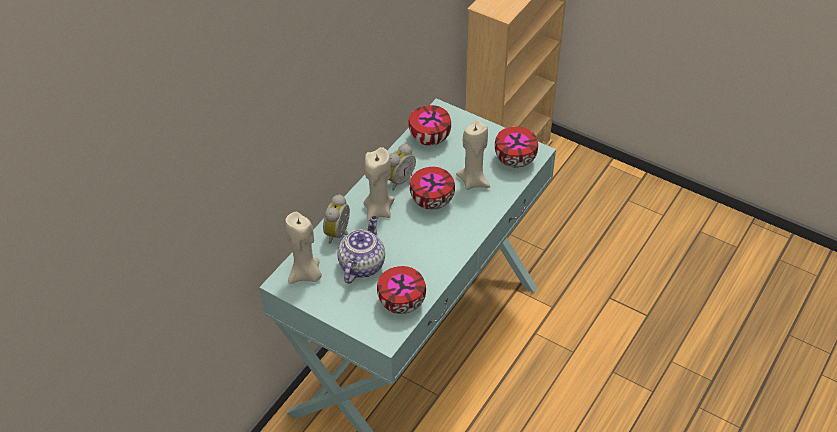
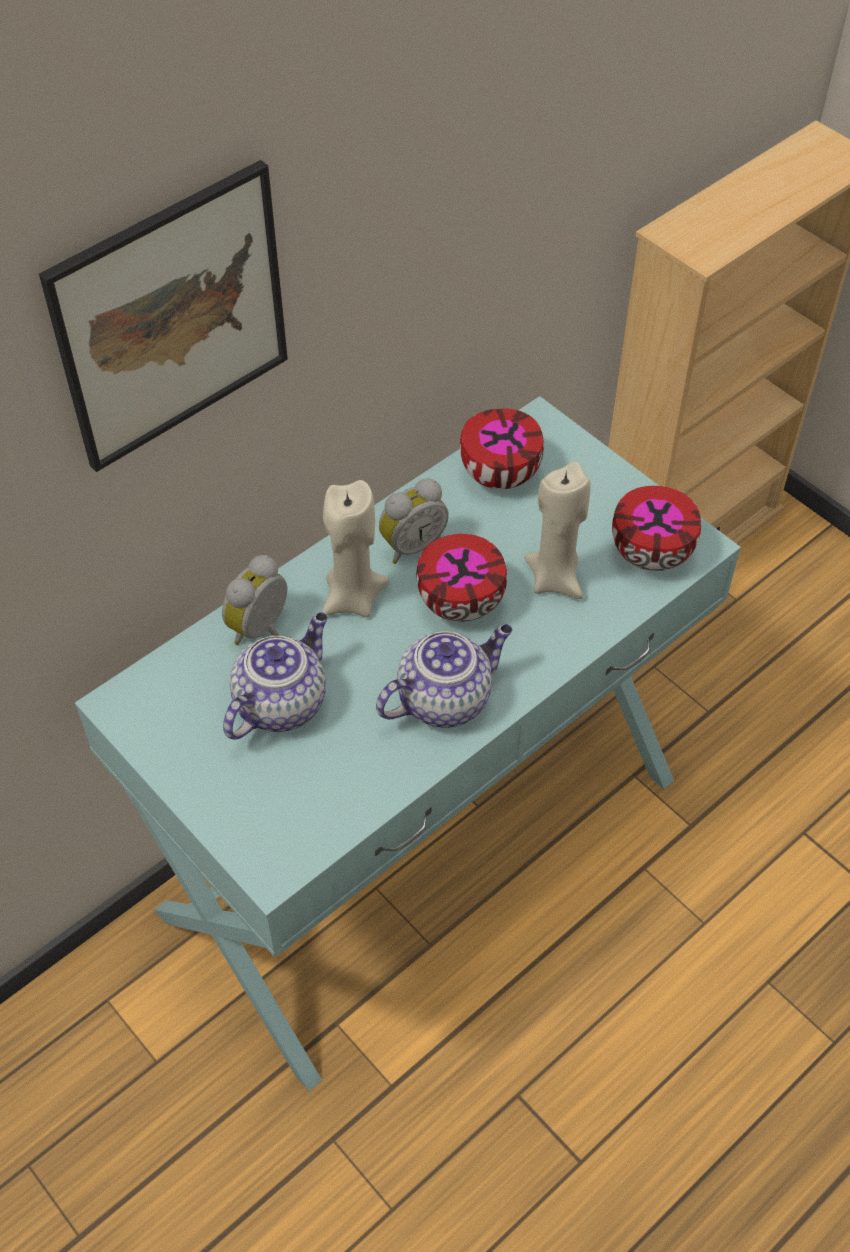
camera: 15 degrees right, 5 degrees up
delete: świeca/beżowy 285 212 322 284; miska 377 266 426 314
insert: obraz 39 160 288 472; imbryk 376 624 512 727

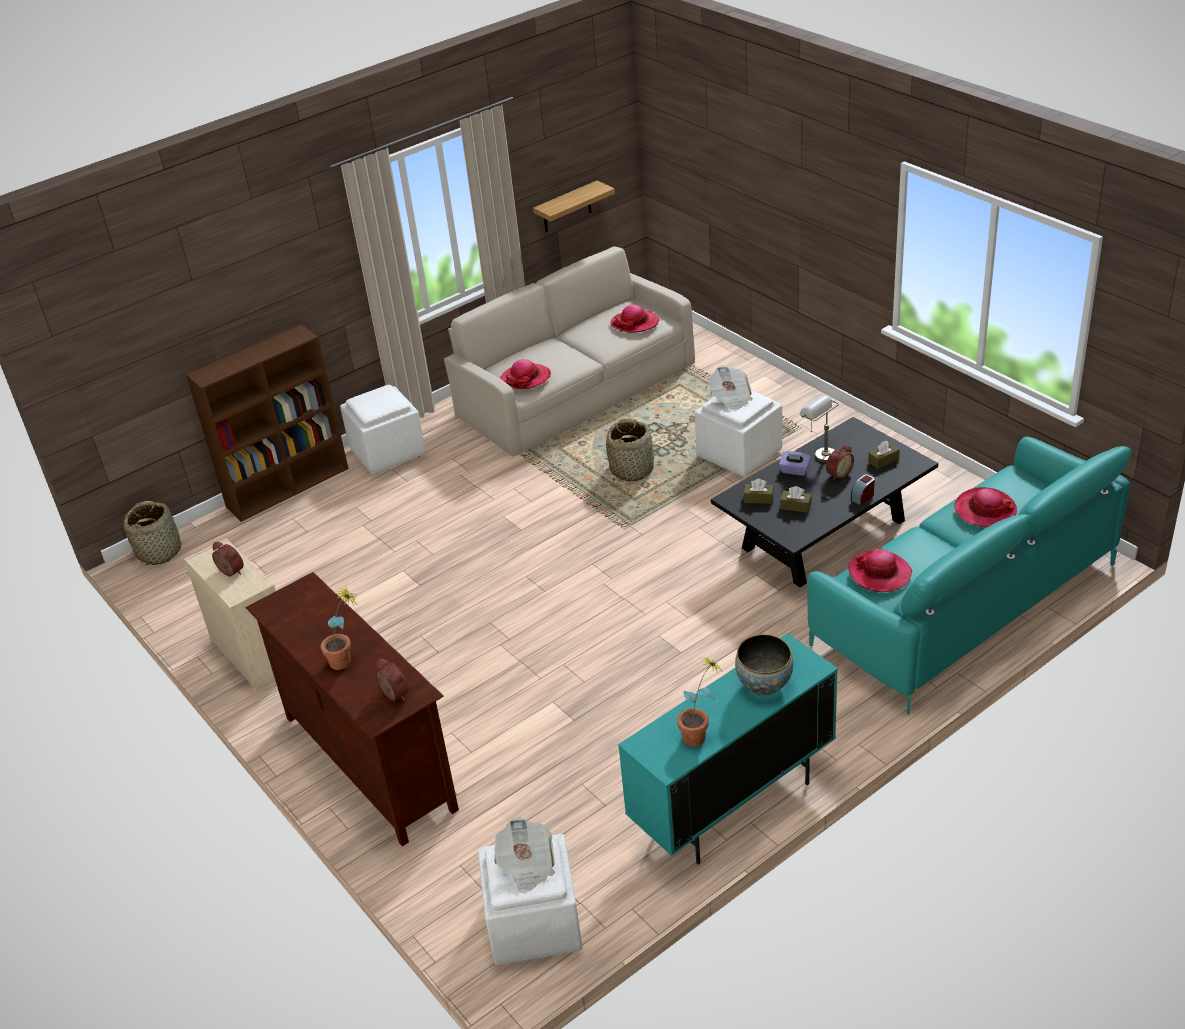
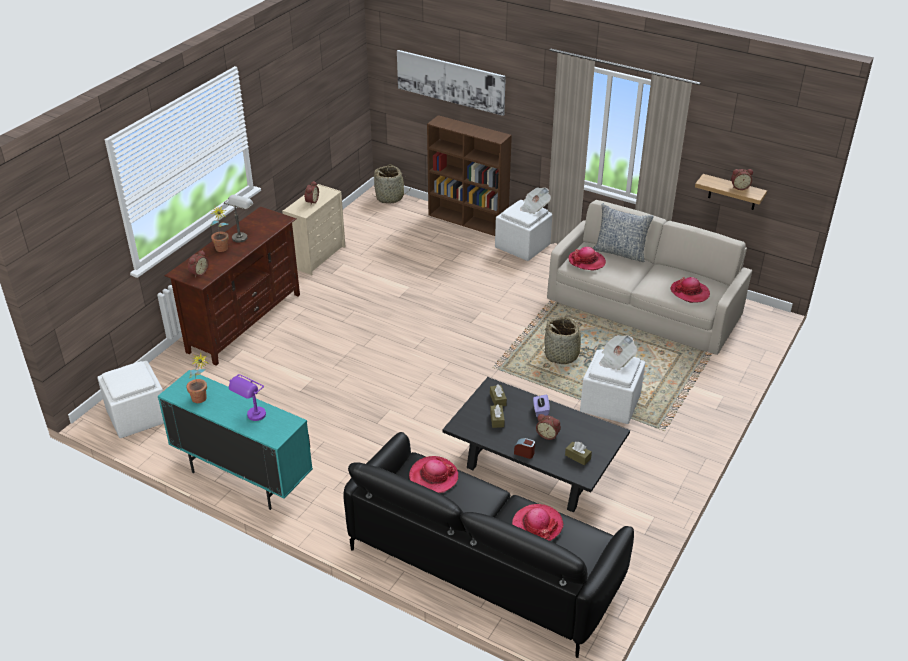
camera: 65 degrees right, 0 degrees up
insert: obraz 397 50 506 116; poduszka 593 204 654 262; budzik 731 169 753 190
move: gazeta 494 817 555 894 to 520 187 551 214; lampa stołowa/szary 800 395 839 463 to 224 195 253 243
replace: miska 735 634 793 696 to lampa stołowa/fioletowy 229 374 266 421
recolor: kanapa/turkusowy 807 436 1131 714 to kanapa/czarny 343 432 634 658

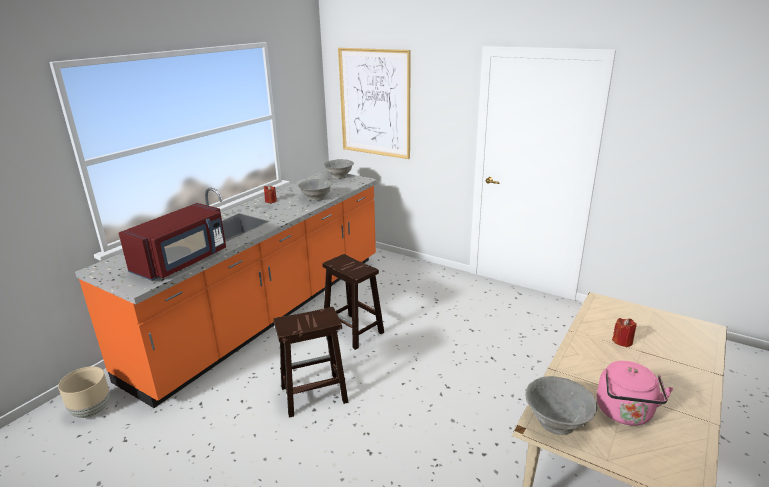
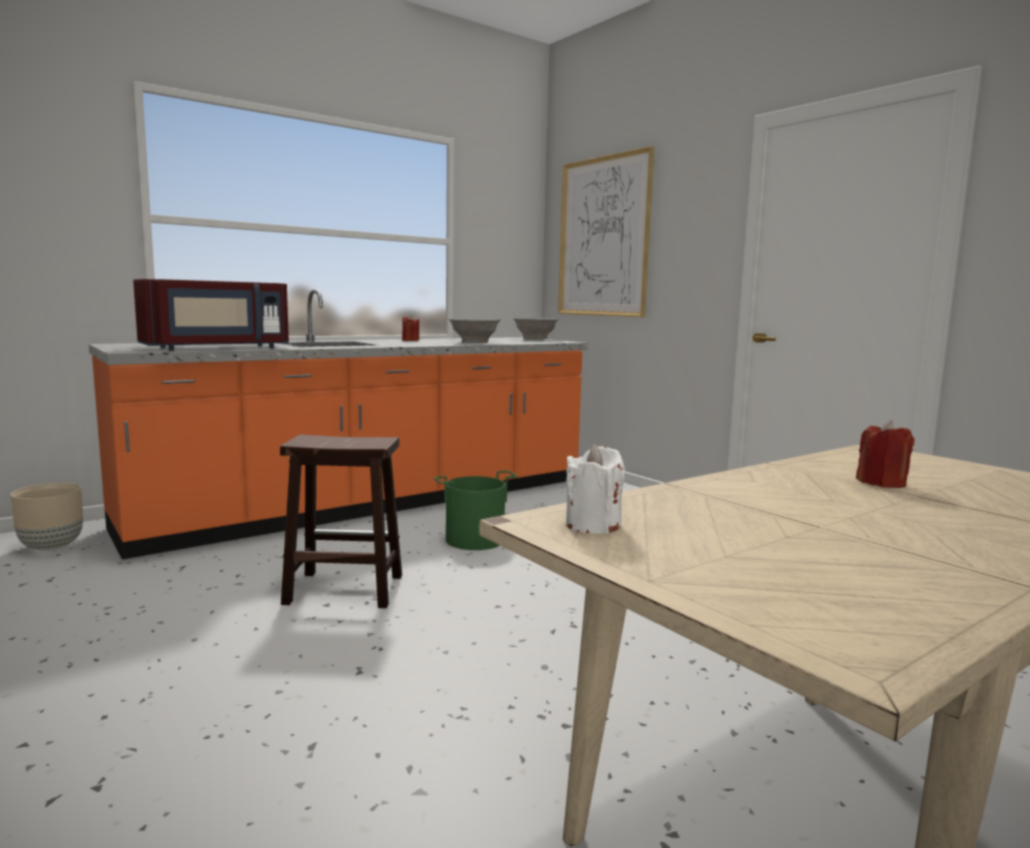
camera: 20 degrees right, 15 degrees down
delete: czajnik/różowy 597 361 673 426
replace: stołek/brązowy 322 254 384 350 to wiadro/zielony 434 471 518 550; miska/szary 525 376 598 435 to świeca/biały 566 444 625 534

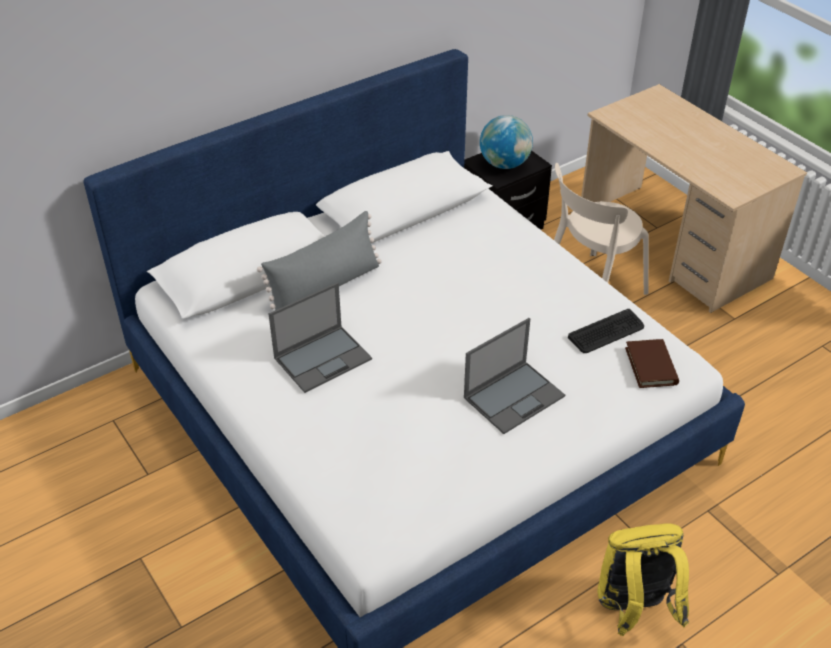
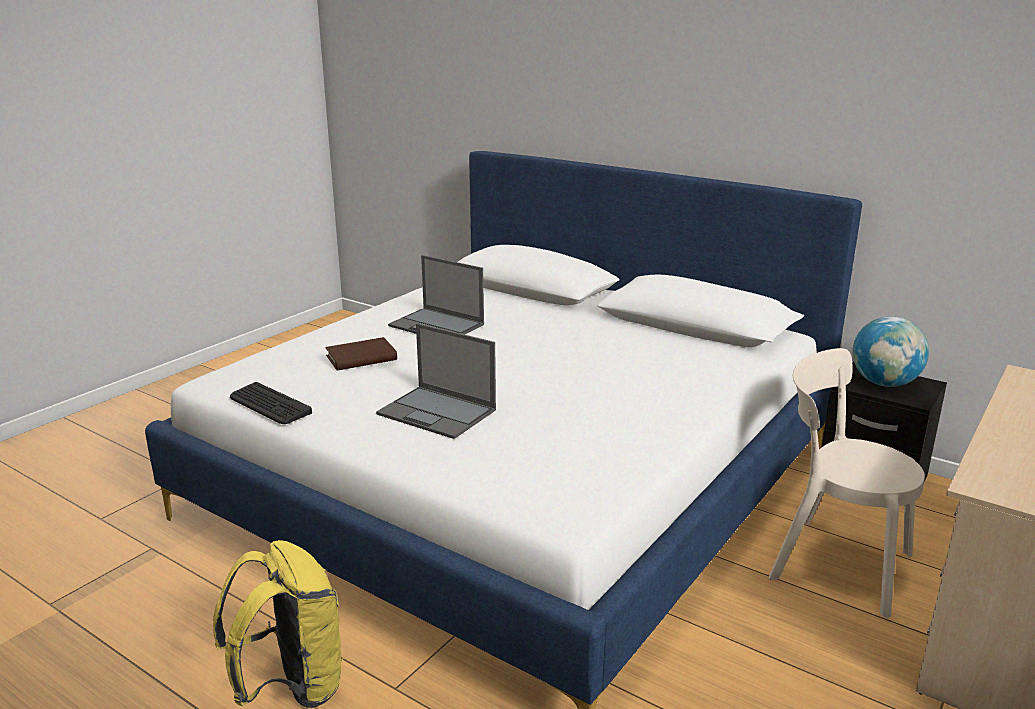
camera: 70 degrees right, 20 degrees down
delete: poduszka/szary 257 211 382 310
move: klawiatura 568 309 644 353 to 230 382 312 424; książka/brązowy 625 339 679 388 to 326 337 397 371

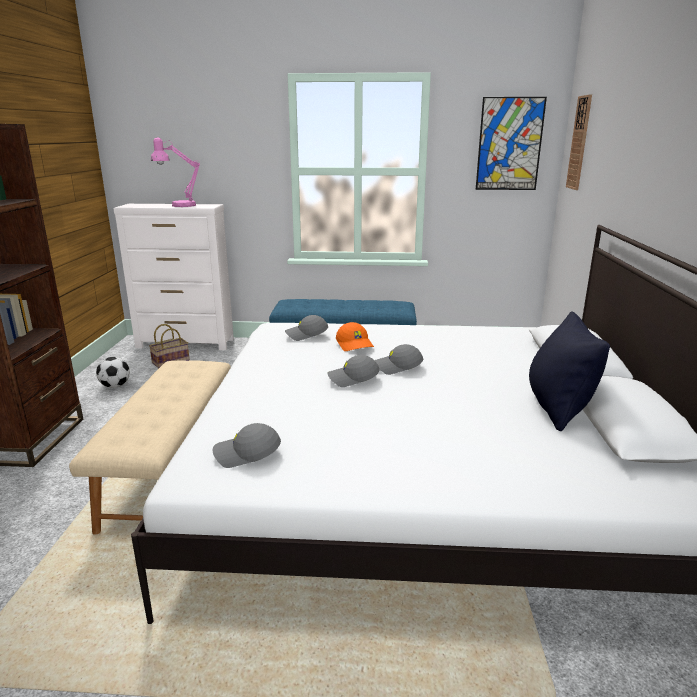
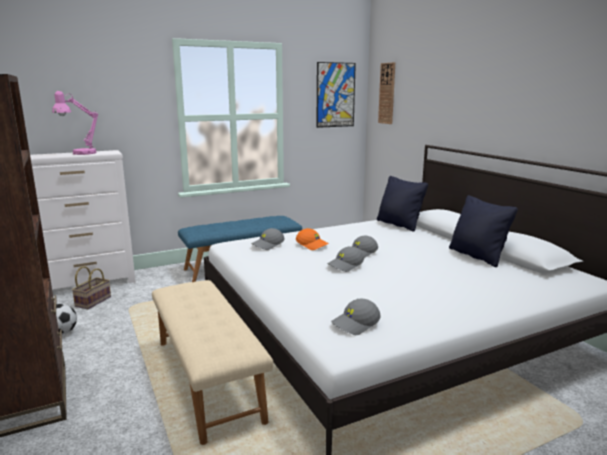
camera: 30 degrees left, 5 degrees down
insert: poduszka/czarny 377 176 428 232

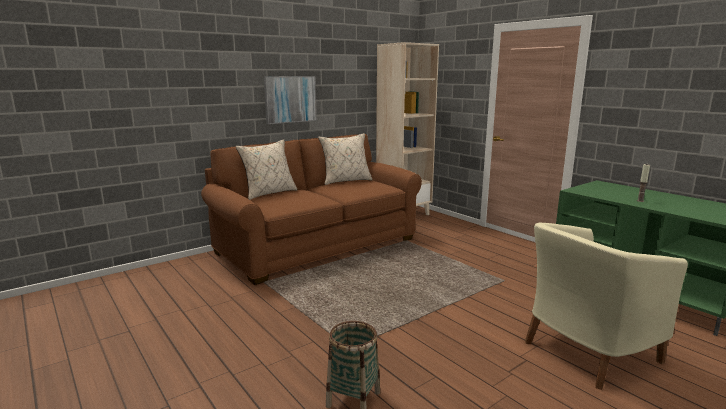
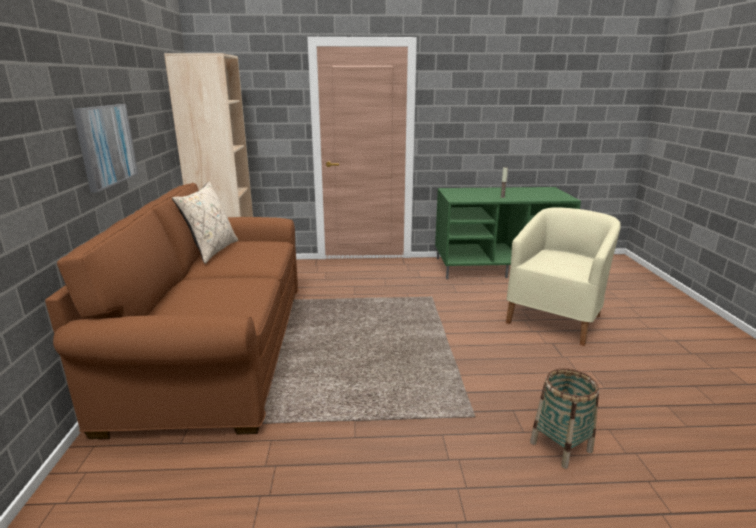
camera: 55 degrees left, 5 degrees up
delete: poduszka/beżowy 235 139 297 200
rotate: fotel/beżowy 525 223 688 390 = 506 207 621 346 150 degrees counterclockwise

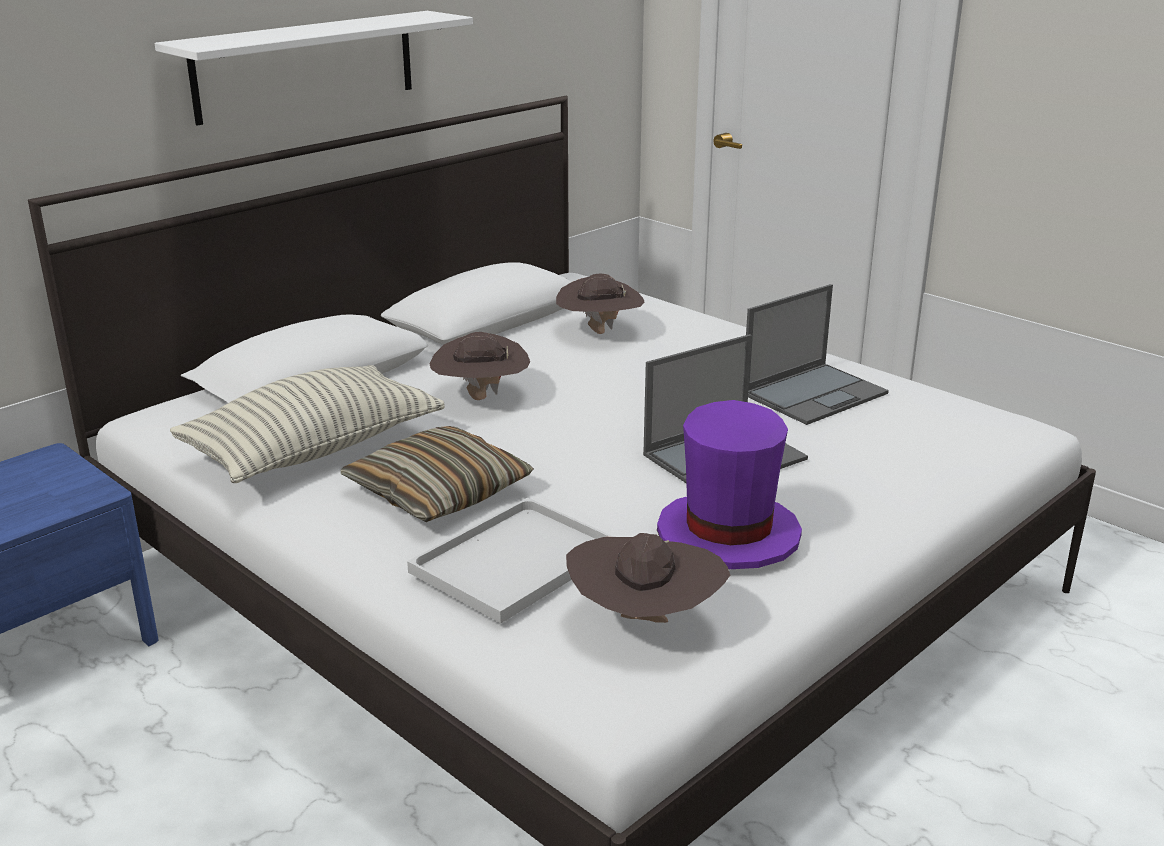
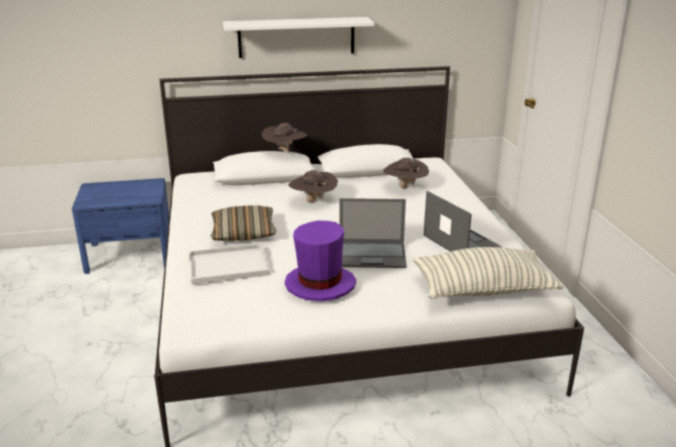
camera: 35 degrees right, 0 degrees up
move: poduszka 170 365 445 483 to 413 247 563 299; kapelusz/brązowy 566 533 730 623 to 261 123 307 152
rotate: laptop 746 284 889 425 = 424 191 502 252 120 degrees counterclockwise

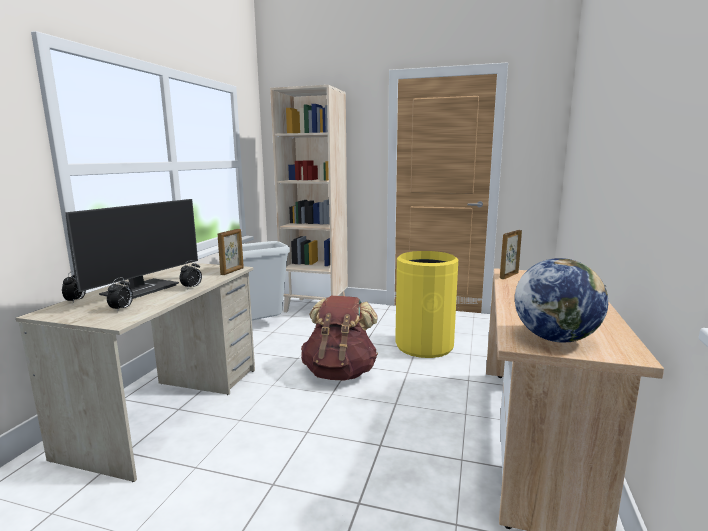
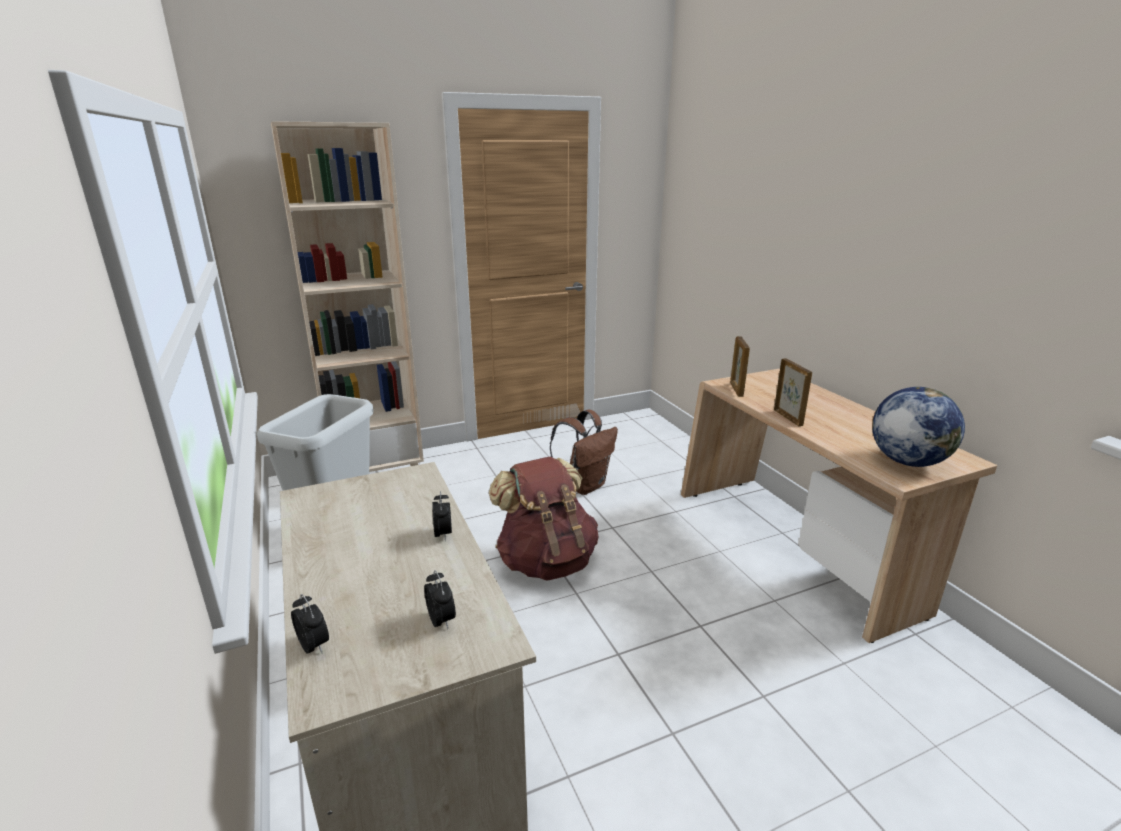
camera: 40 degrees left, 10 degrees up
delete: monitor 65 199 198 299
move: ramka na zdjęcie 218 229 244 275 to 774 358 812 426
replace: kosz na śmieci/żółty 395 251 458 358 to plecak/brązowy 550 410 618 495

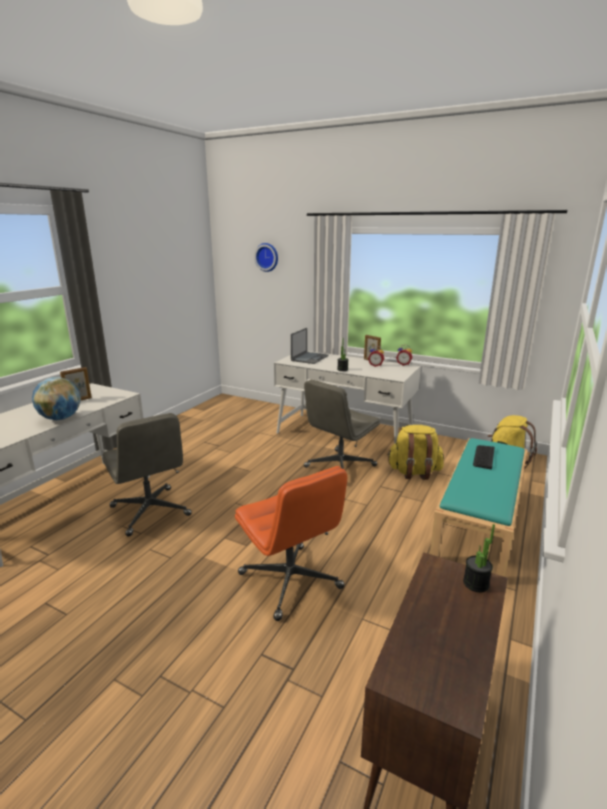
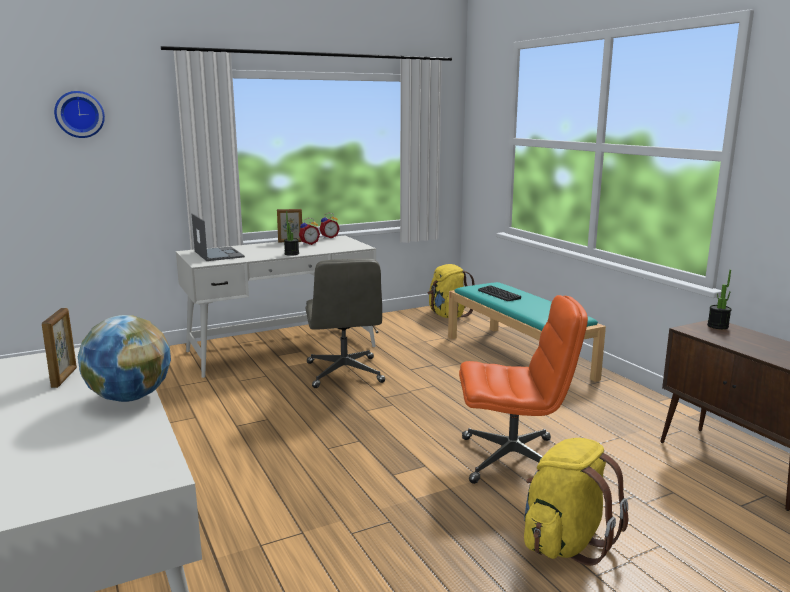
camera: 55 degrees left, 5 degrees down
delete: krzesło biurowe/szary 103 413 192 537
move: plecak/żółty 387 425 444 480 to 524 438 628 566

